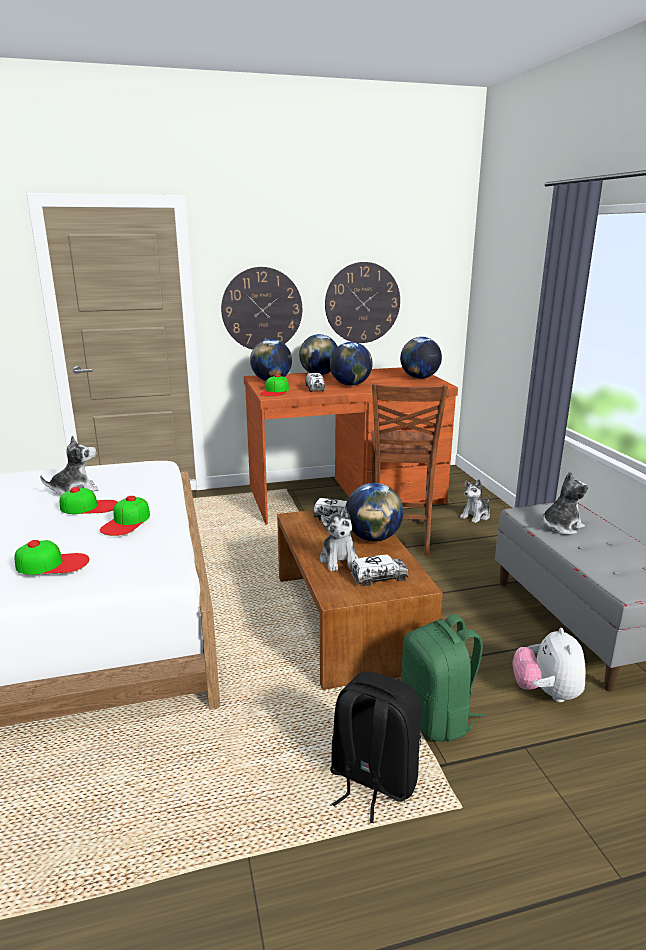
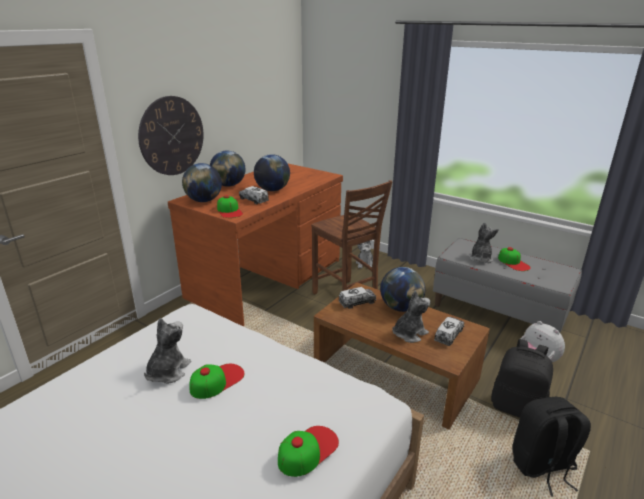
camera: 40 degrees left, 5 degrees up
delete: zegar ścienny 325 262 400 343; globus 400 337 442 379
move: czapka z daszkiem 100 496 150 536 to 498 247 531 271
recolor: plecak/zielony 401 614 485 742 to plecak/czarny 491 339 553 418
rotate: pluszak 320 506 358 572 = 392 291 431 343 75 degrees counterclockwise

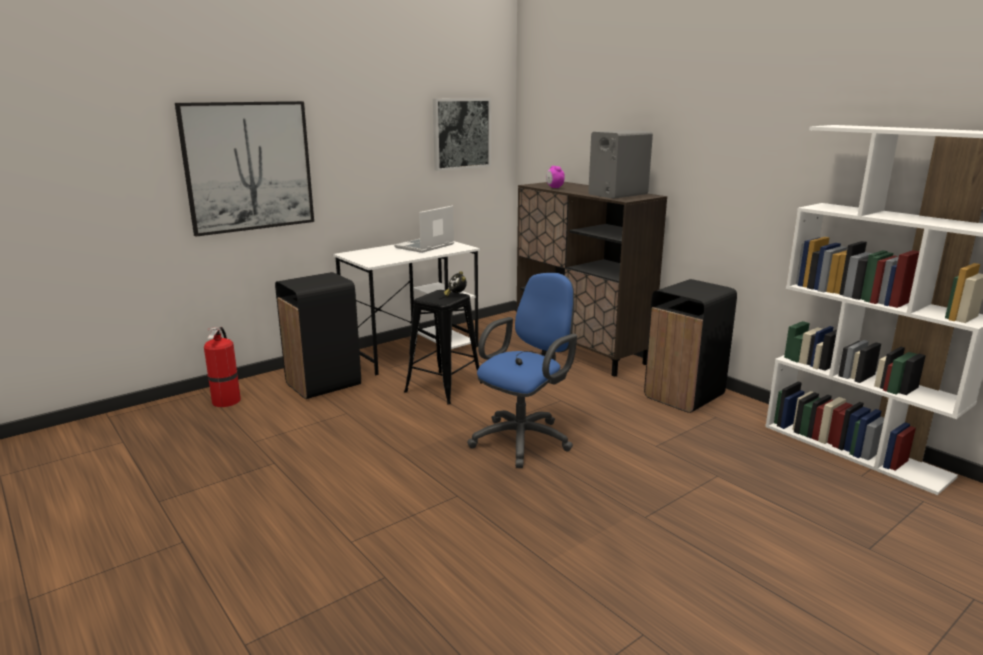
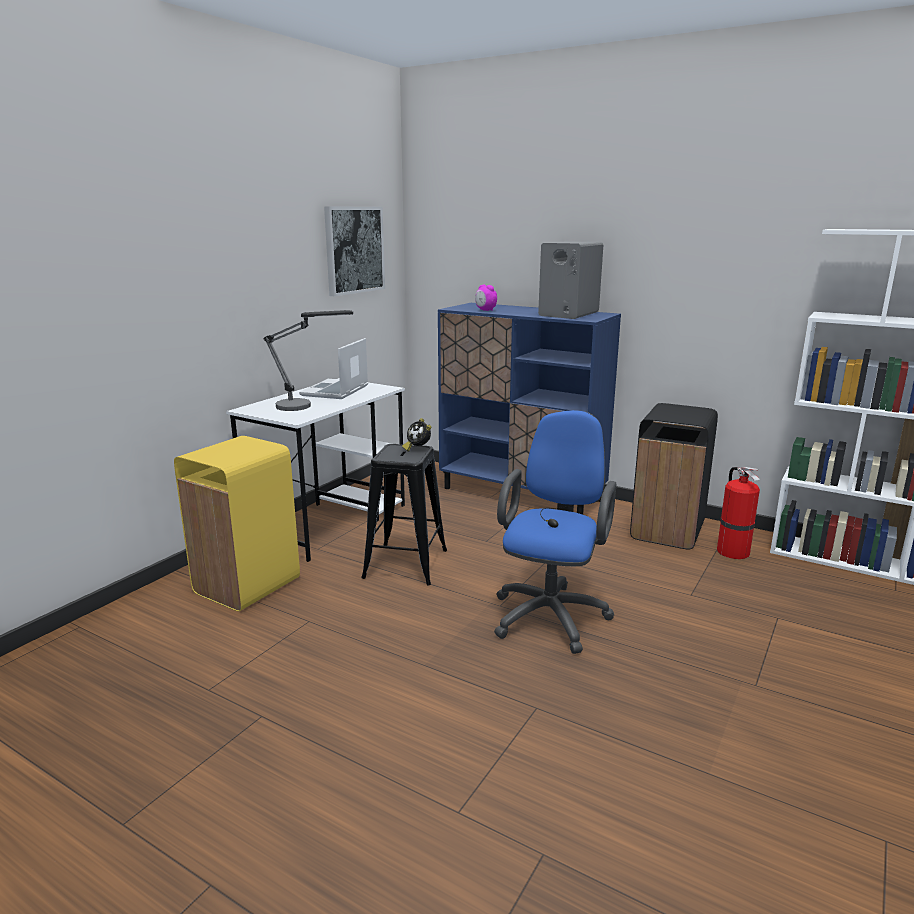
camera: 20 degrees left, 0 degrees up
delete: obraz 175 101 314 237
insert: lampa stołowa 264 310 353 411
move: gaśnica 204 327 241 407 to 717 467 760 559
recolor: kosz na śmieci/czarny 275 272 361 399 to kosz na śmieci/żółty 174 436 300 611; szafka/brązowy 517 182 667 376 to szafka/niebieski 438 303 621 515

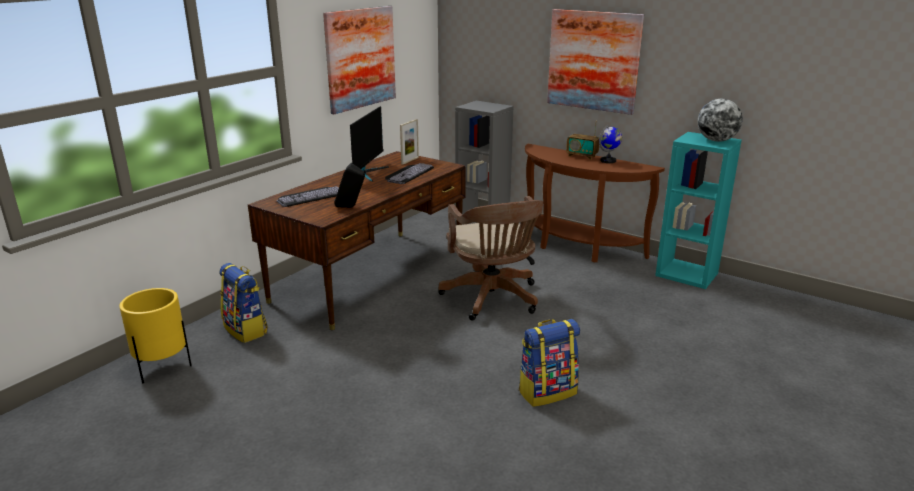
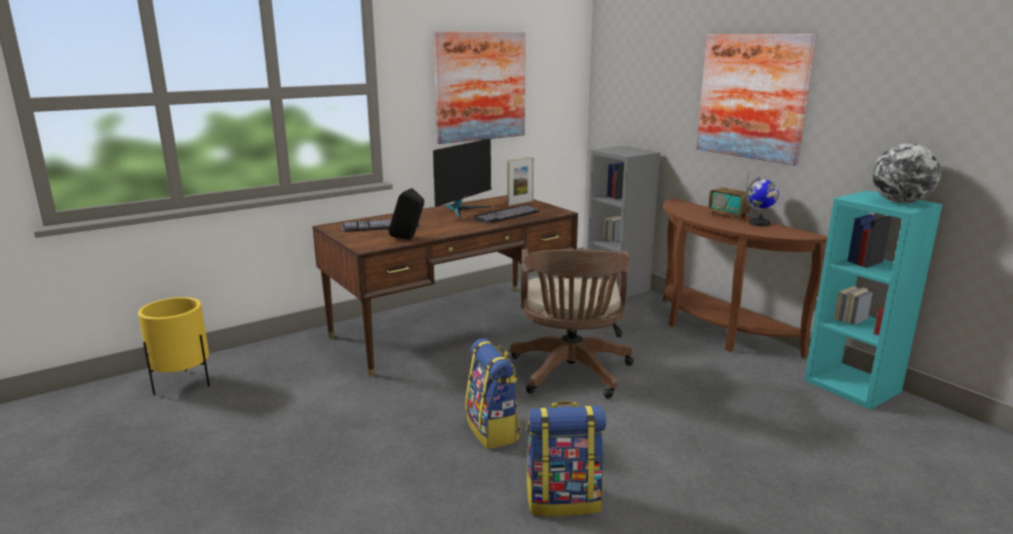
camera: 20 degrees right, 5 degrees down
move: plecak 219 263 268 343 to 465 338 521 449

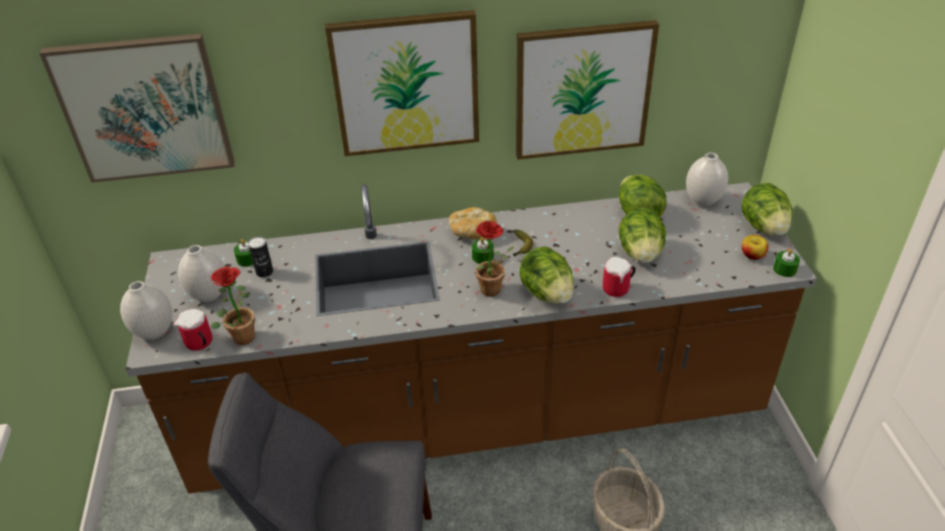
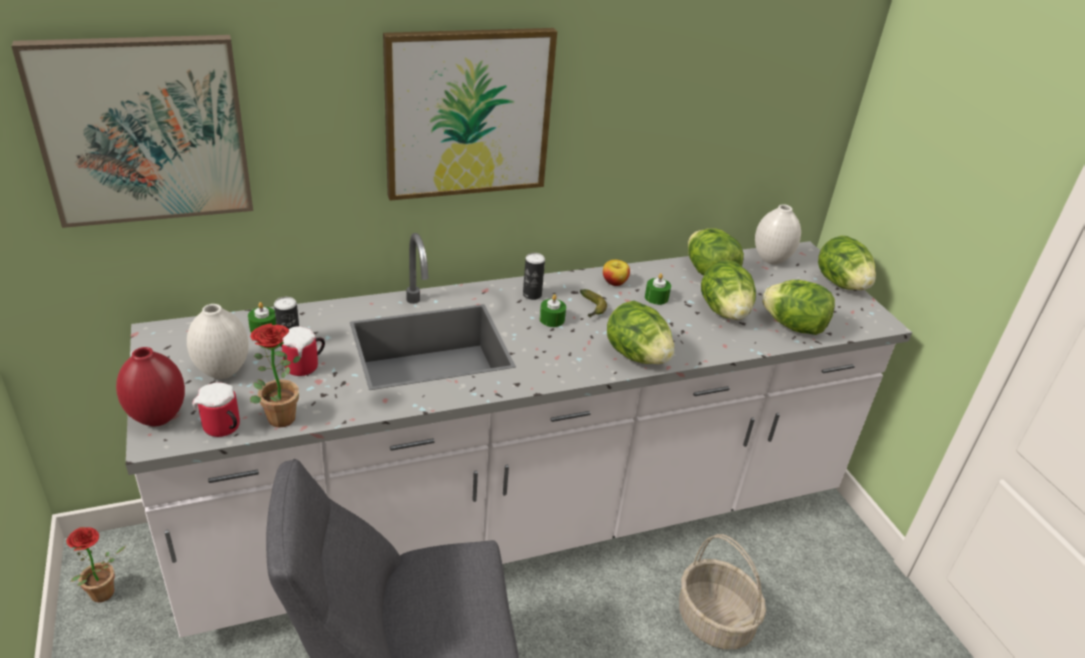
camera: 15 degrees left, 5 degrees down
delete: obraz 516 20 659 160
insert: sałata 762 280 835 335
move: roślina doniczkowa 473 221 514 297 to 66 527 125 602; kubek 603 257 636 297 to 282 326 325 376; jabłko 742 235 769 260 to 603 260 630 286; świeca/zielony 773 249 800 277 to 645 273 671 305
replace: chleb 449 207 497 239 to puszka 523 253 545 300
recolor: wazon/biały 120 281 173 340 to wazon/czerwony 116 347 185 426; zabudowa kuchenna/brązowy 126 182 817 494 to zabudowa kuchenna/biały 126 233 912 638

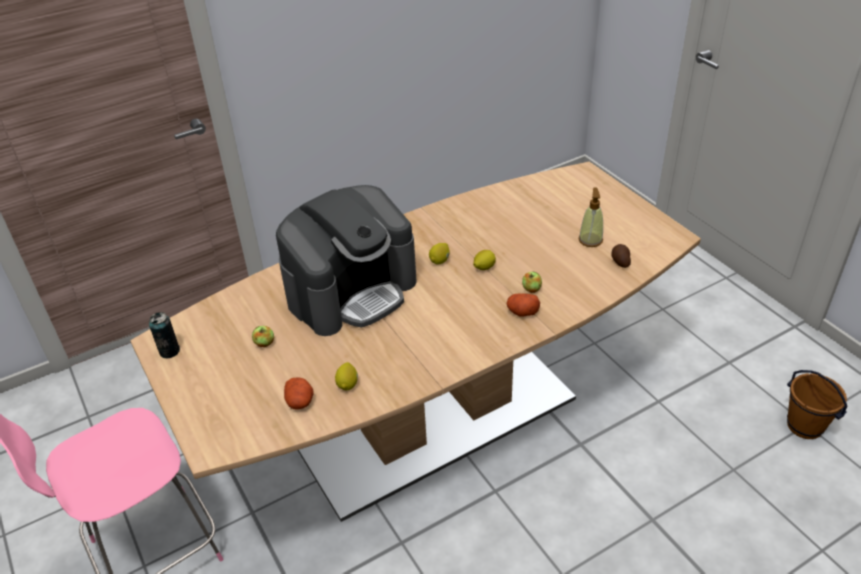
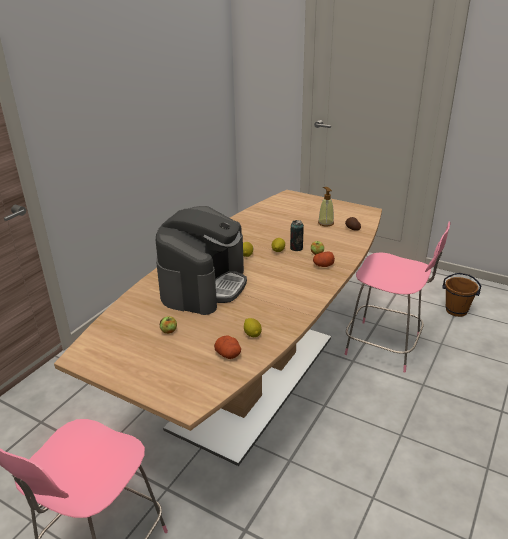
camera: 30 degrees left, 10 degrees down
insert: krzesło/różowy 345 222 450 373
move: puszka 149 312 180 358 to 290 220 304 251

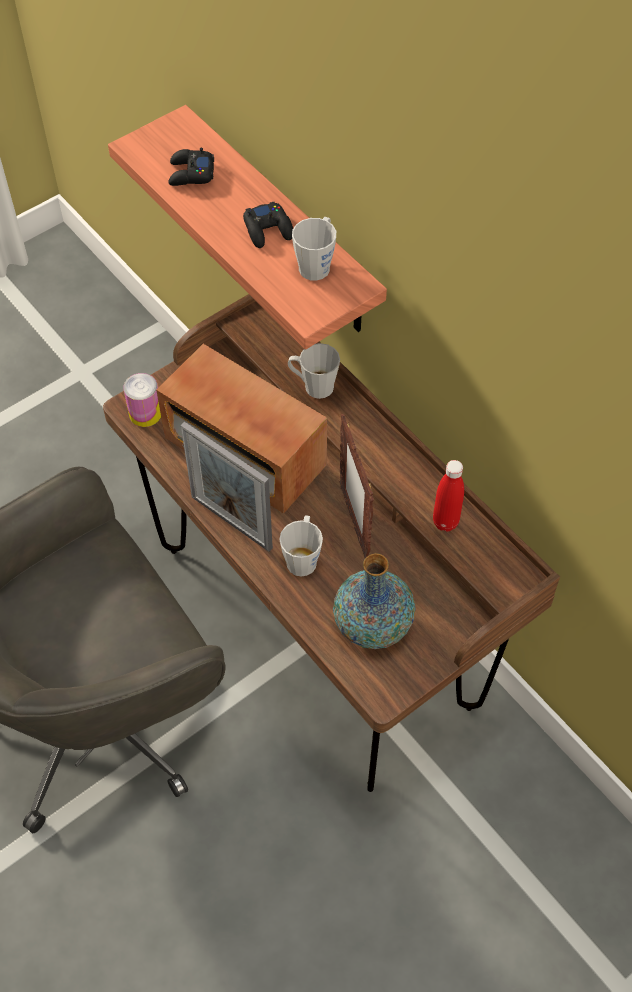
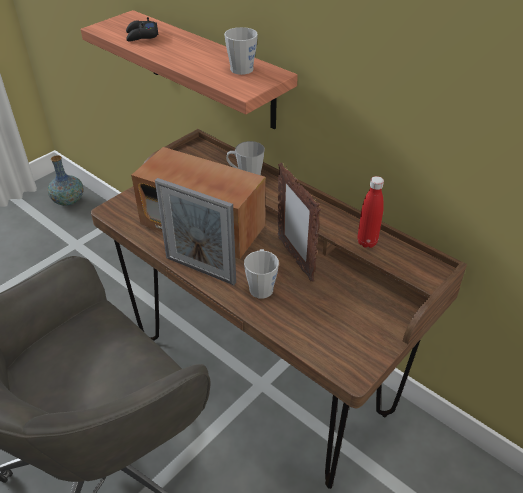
camera: 10 degrees left, 15 degrees down
delete: puszka 123 373 161 427; pad do gier/czarny 243 202 293 248
move: wazon 333 553 416 649 to 48 155 84 206

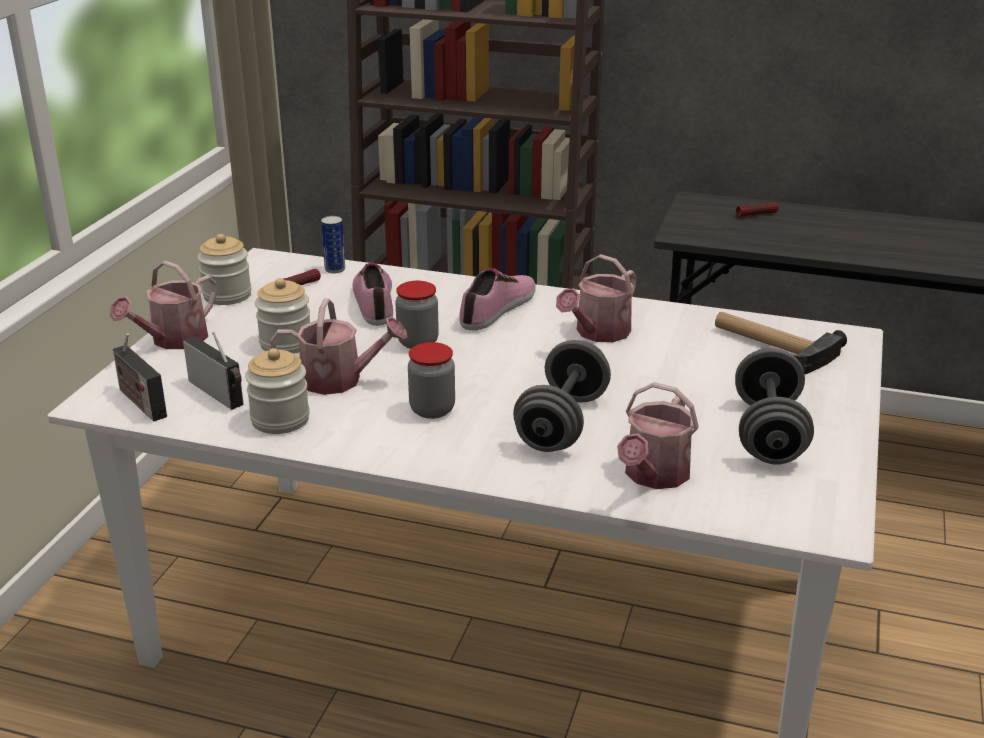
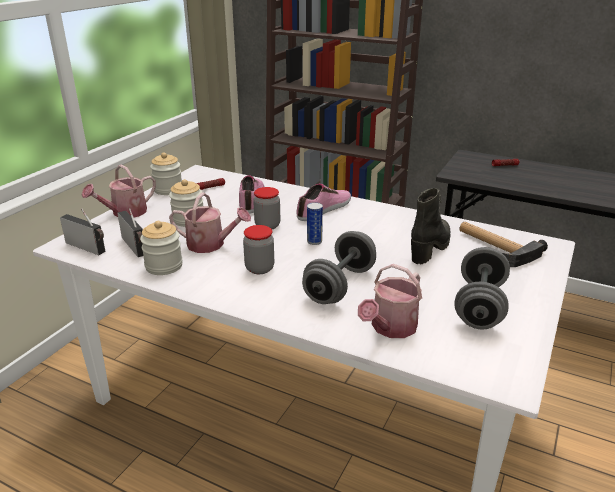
camera: 10 degrees right, 0 degrees up
delete: konewka 556 254 637 342
insert: but z cholewką/czarny 411 188 450 264
move: puszka 321 216 345 273 to 307 202 323 245
rotate: radio 113 333 167 421 = 60 208 106 255 150 degrees clockwise

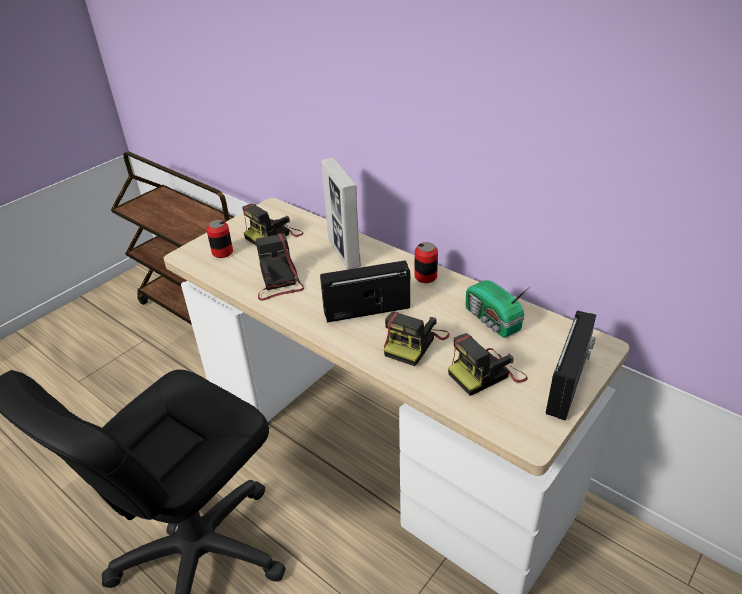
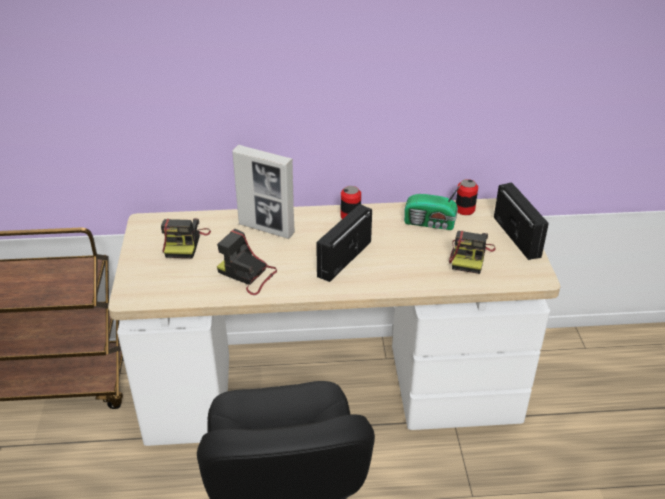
camera: 45 degrees left, 0 degrees up
delete: aparat fotograficzny 384 312 449 366
move: puszka 206 220 233 258 to 456 179 478 215

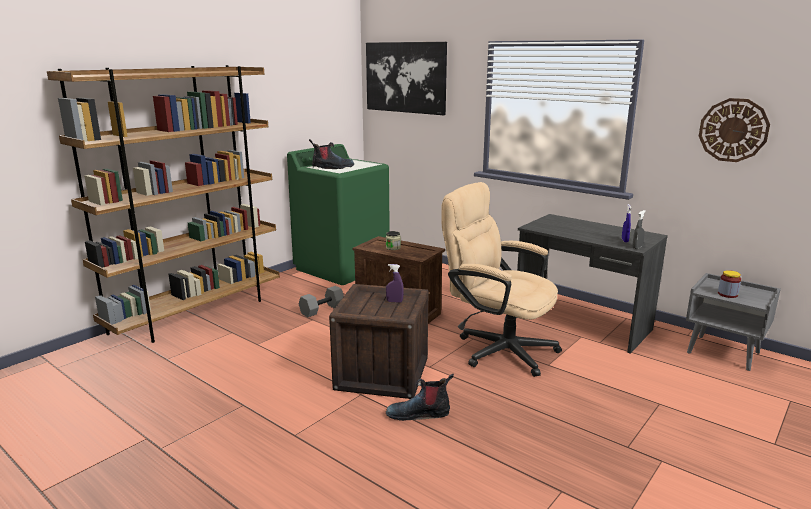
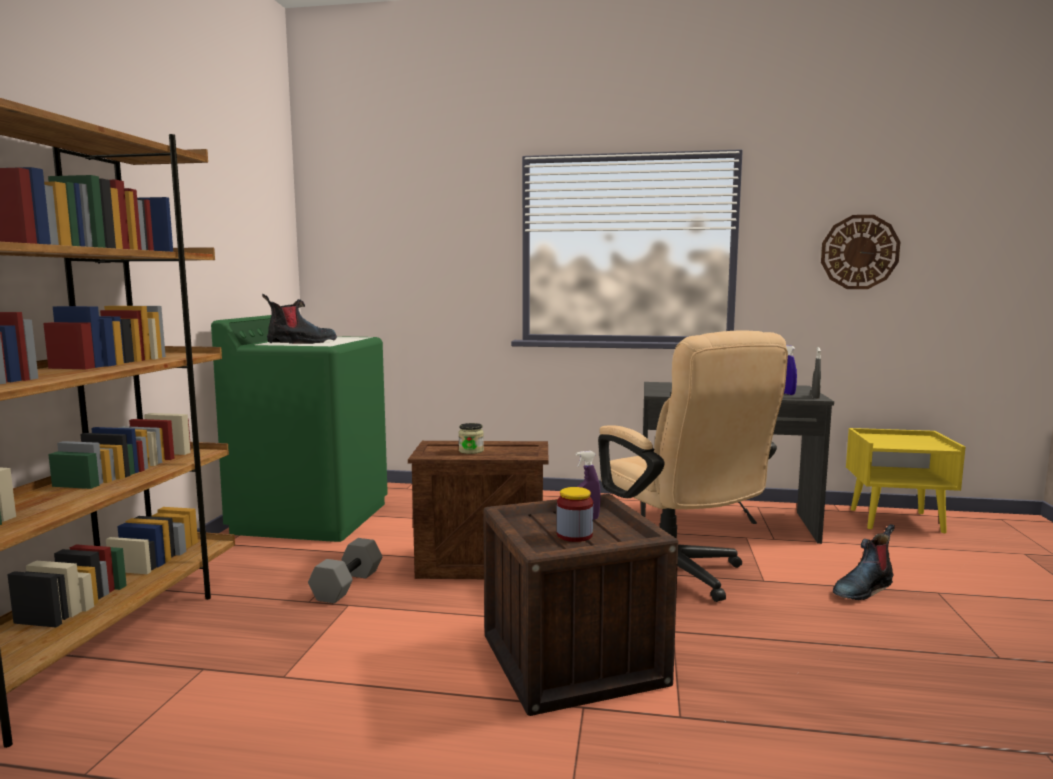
camera: 30 degrees left, 10 degrees down
delete: obraz 366 42 447 115
move: but z cholewką 386 374 454 421 to 833 524 895 600; słoik 718 270 741 298 to 557 487 593 542
recolor: szafka nocna/szary 686 273 781 371 to szafka nocna/żółty 846 428 965 533
rotate: krzesło biurowe/beżowy 442 182 562 377 = 598 331 788 602 120 degrees counterclockwise

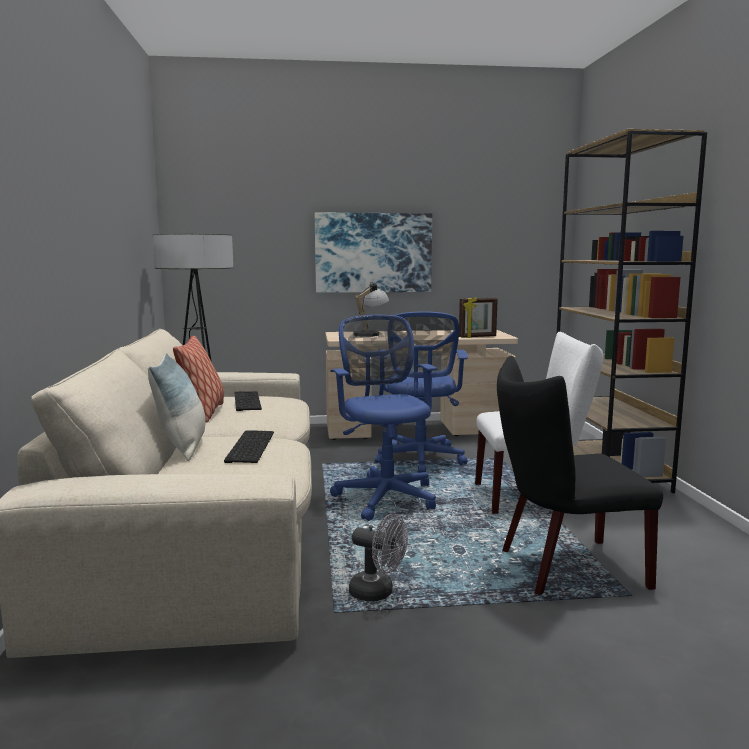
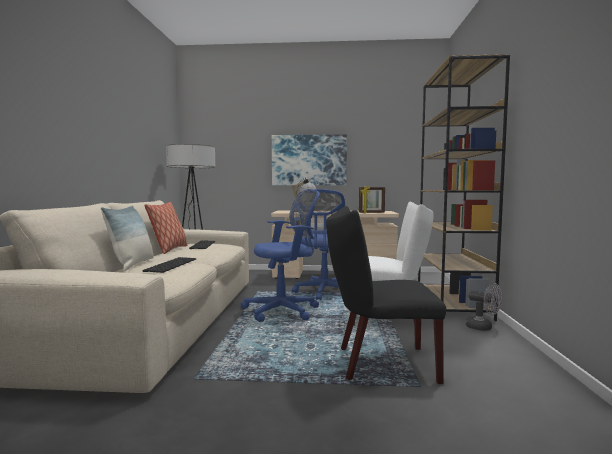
camera: 10 degrees right, 5 degrees down
move: wentylator/szary 349 514 408 602 to 466 283 502 331
rotate: krzesło biurowe/niebieski 330 315 438 521 = 241 189 320 322 75 degrees clockwise

